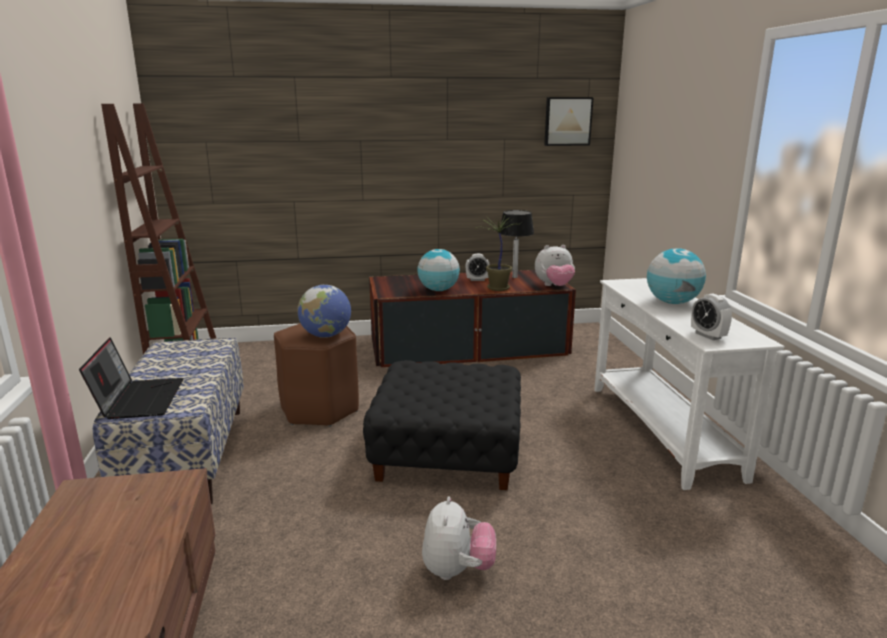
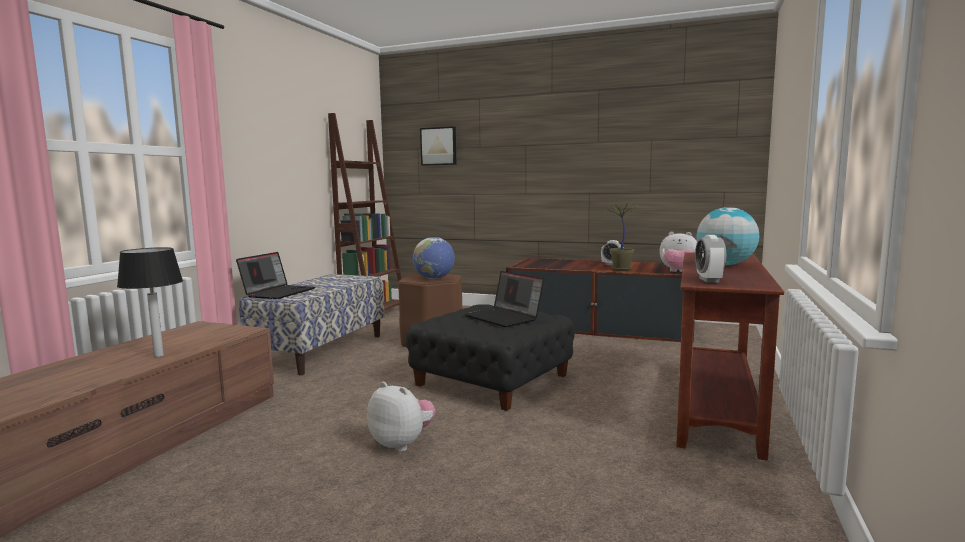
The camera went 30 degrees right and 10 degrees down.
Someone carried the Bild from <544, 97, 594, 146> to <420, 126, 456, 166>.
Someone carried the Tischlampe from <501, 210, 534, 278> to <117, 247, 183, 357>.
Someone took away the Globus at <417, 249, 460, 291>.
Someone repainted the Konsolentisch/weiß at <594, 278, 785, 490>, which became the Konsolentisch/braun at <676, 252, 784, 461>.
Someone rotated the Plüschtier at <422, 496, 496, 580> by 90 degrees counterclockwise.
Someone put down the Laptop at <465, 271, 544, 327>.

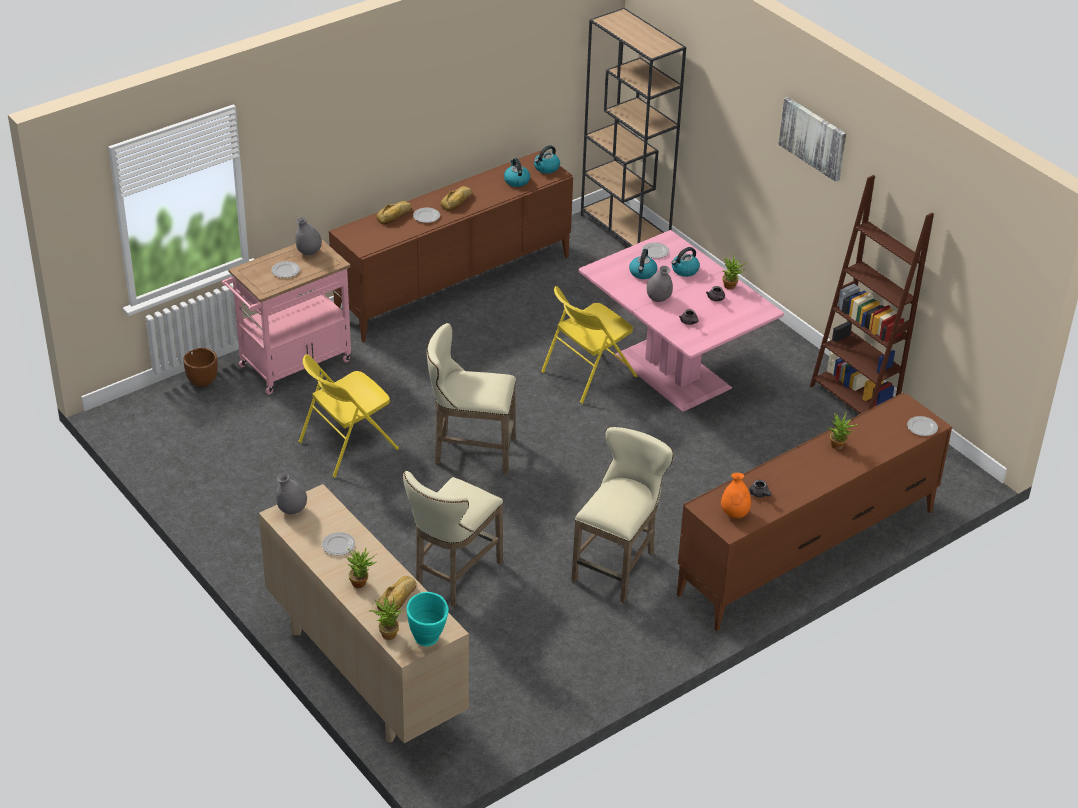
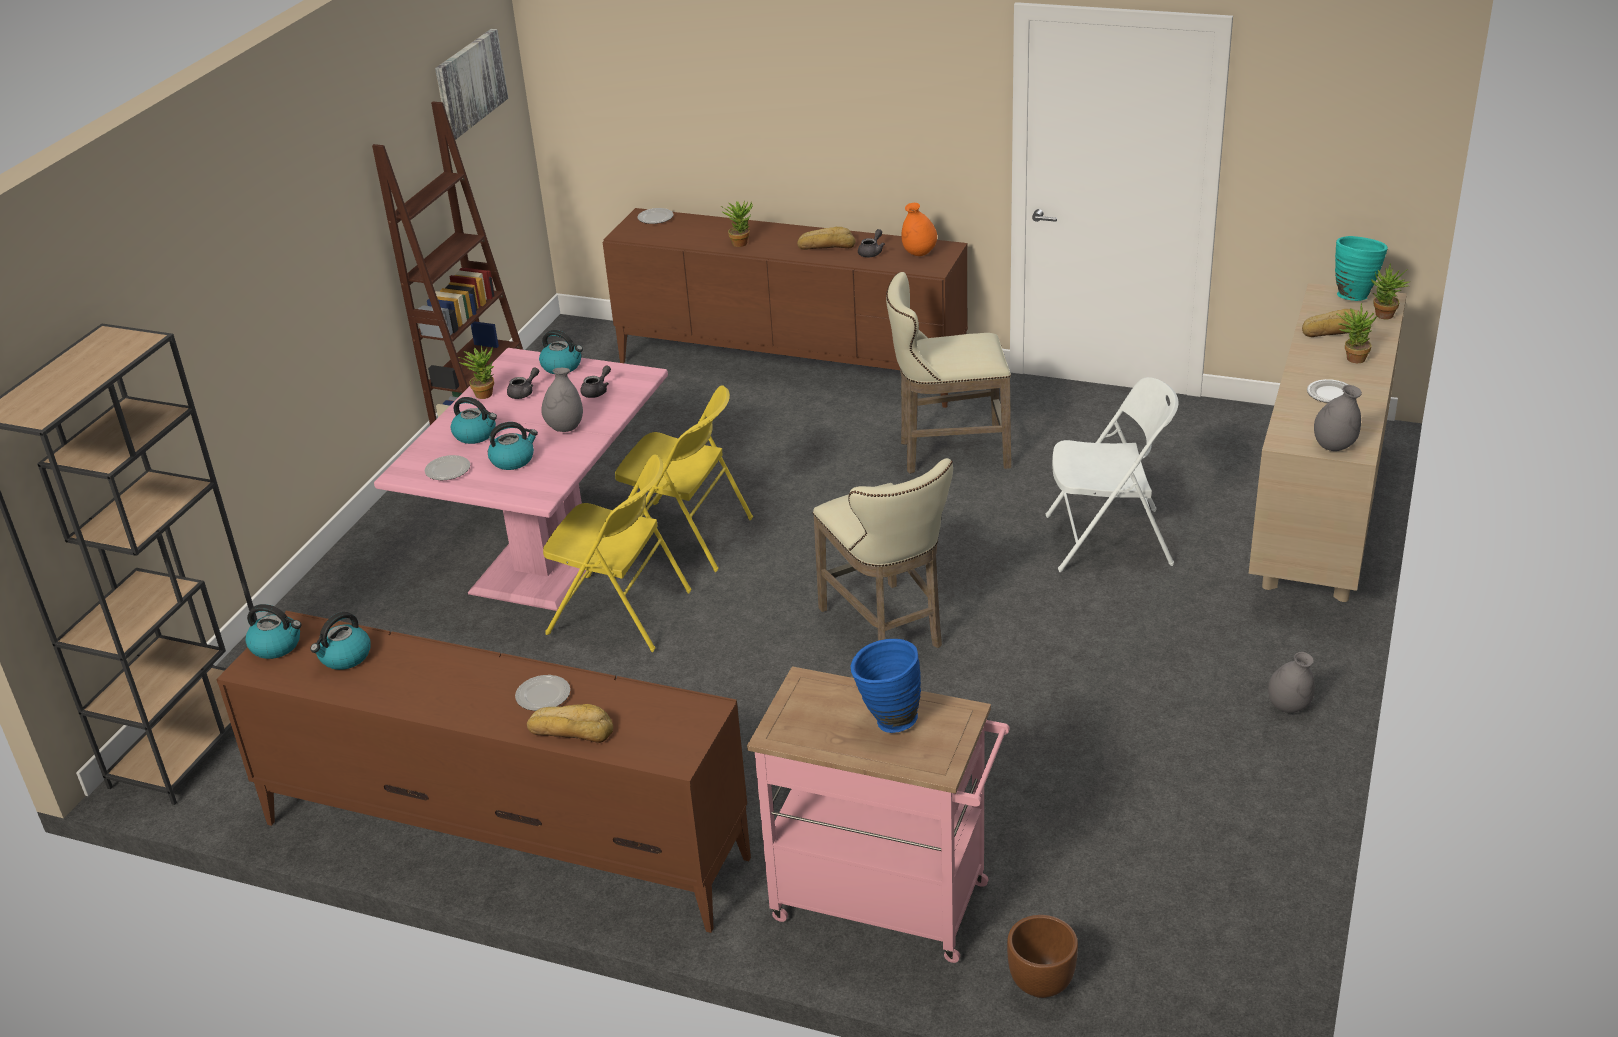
The camera went 120 degrees left and 5 degrees down.
Someone carried the Bild from <778, 97, 846, 182> to <435, 29, 508, 140>.
Someone carried the Brot from <441, 186, 473, 211> to <797, 227, 856, 250>.
Someone carried the Vase/grau from <295, 217, 322, 255> to <1268, 652, 1315, 713>.
Someone swapped the Teller at <271, 261, 300, 278> for the Vase/blau at <851, 639, 921, 733>.
Someone carried the Stuhl/gelb from <299, 354, 399, 478> to <615, 385, 753, 572>.
Someone swapped the Hocker/beige at <403, 471, 504, 606> for the Stuhl/weiß at <1046, 377, 1179, 572>.
Someone put down the Wasserkessel at <539, 330, 583, 374>.

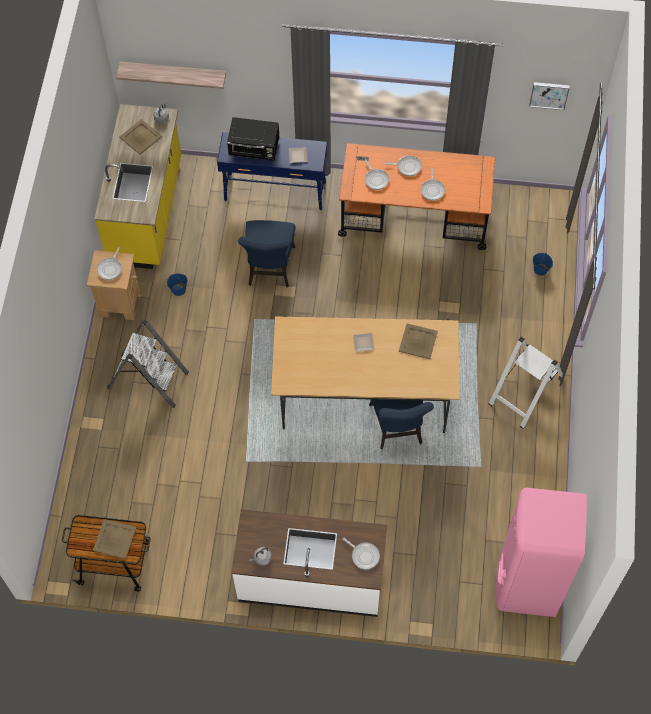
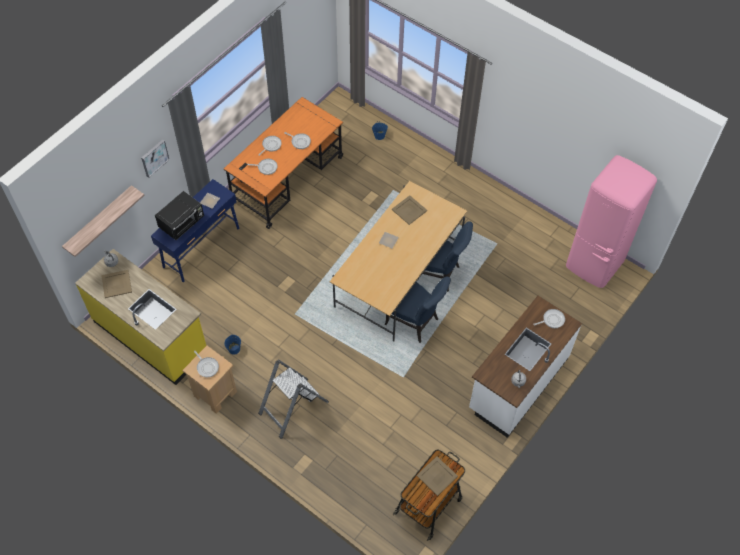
The camera went 60 degrees left and 5 degrees down.
Someone carried the Bild from <529, 82, 570, 110> to <141, 139, 170, 178>.
Someone carried the Stuhl/blau from <238, 220, 295, 288> to <385, 276, 451, 343>.
Someone took away the Trittleiter/weiß at <489, 337, 565, 429>.

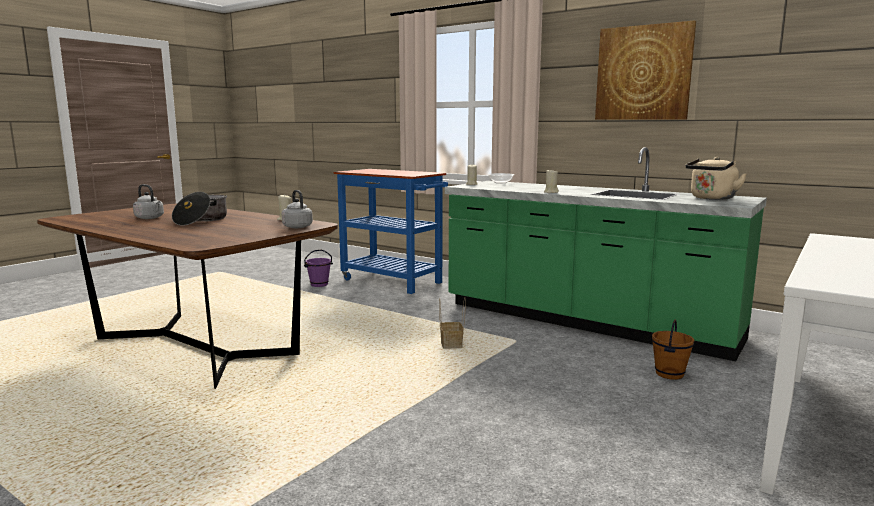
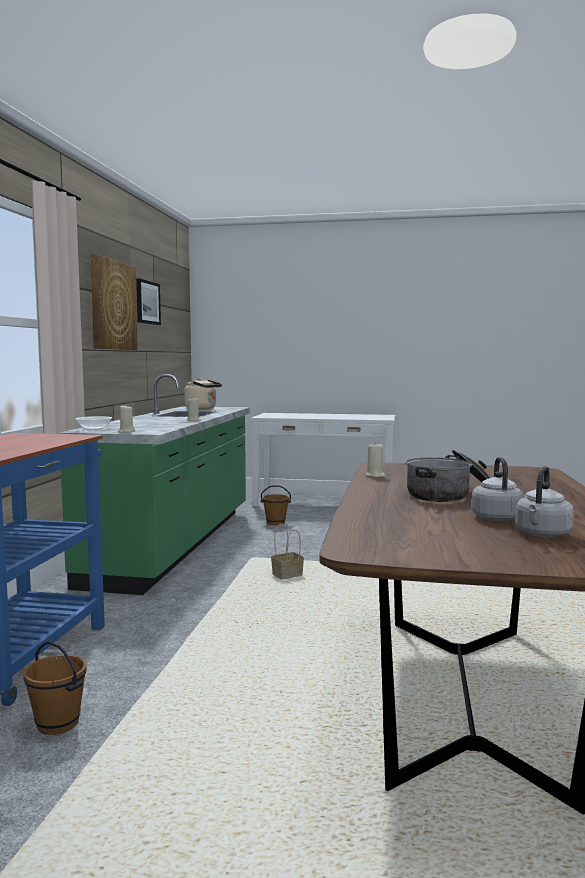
The camera went 115 degrees left and 5 degrees down.
Someone carried the Wasserkessel/grau from <282, 190, 313, 228> to <515, 466, 574, 537>.
Someone repainted the Eimer/lila at <304, 250, 333, 287>, which became the Eimer/braun at <23, 641, 87, 735>.
Someone put up the Bild at <136, 278, 161, 325>.

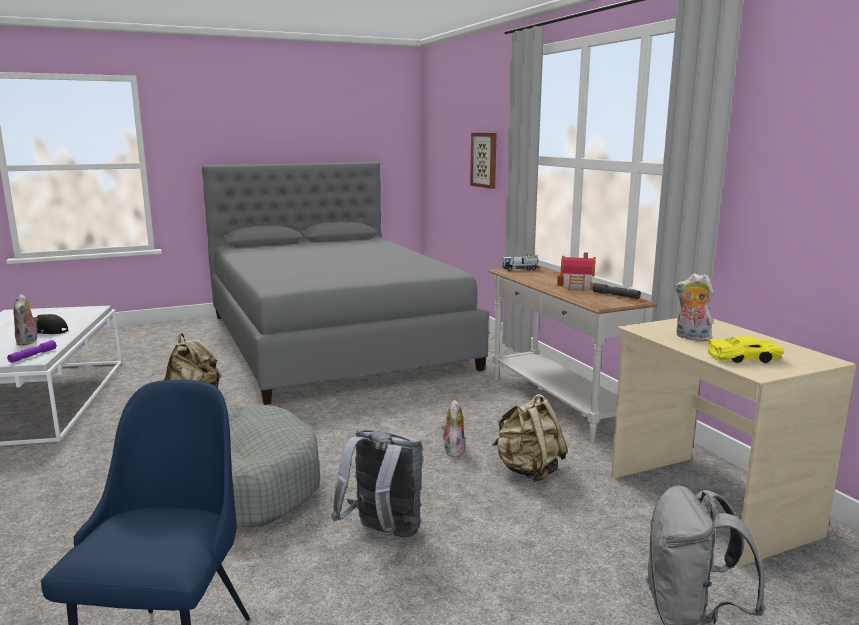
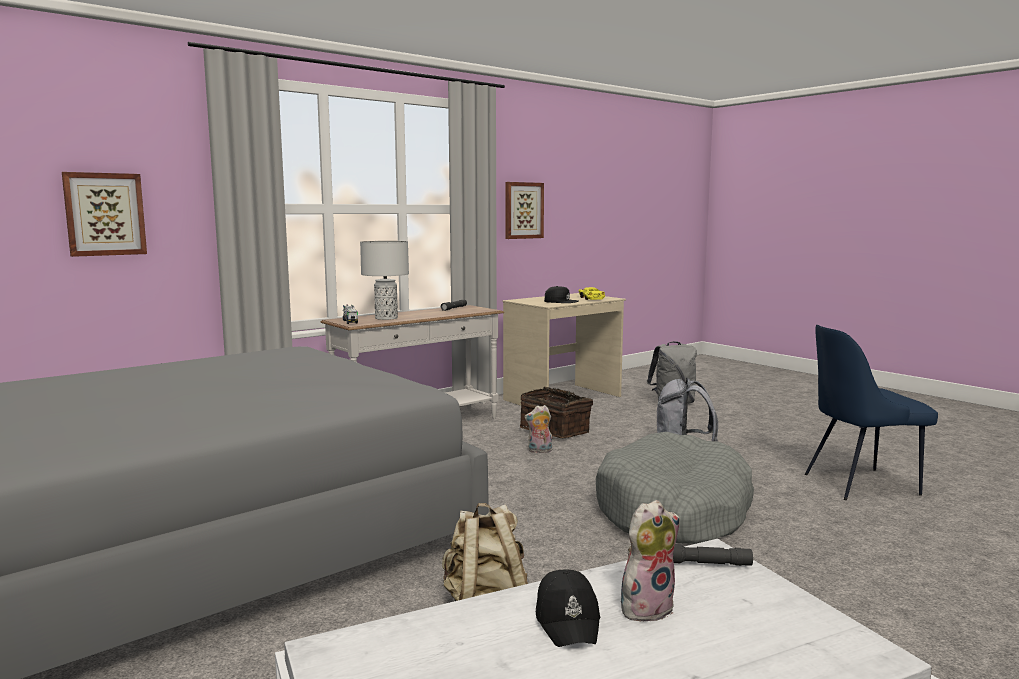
The camera went 105 degrees left and 5 degrees down.
Someone took away the Spielzeughaus at <557, 253, 596, 291>.
Someone swapped the Plüschtier at <675, 273, 714, 341> for the Kappe/schwarz at <544, 286, 579, 303>.
Someone repainted the Taschenlampe/lila at <7, 340, 57, 363>, which became the Taschenlampe/grau at <673, 544, 753, 566>.
Someone swapped the Rucksack/beige at <492, 394, 568, 482> for the Korb at <520, 387, 593, 438>.
Someone put up the Bild at <505, 182, 544, 239>.
Someone put down the Tischlampe/weiß at <360, 241, 409, 320>.

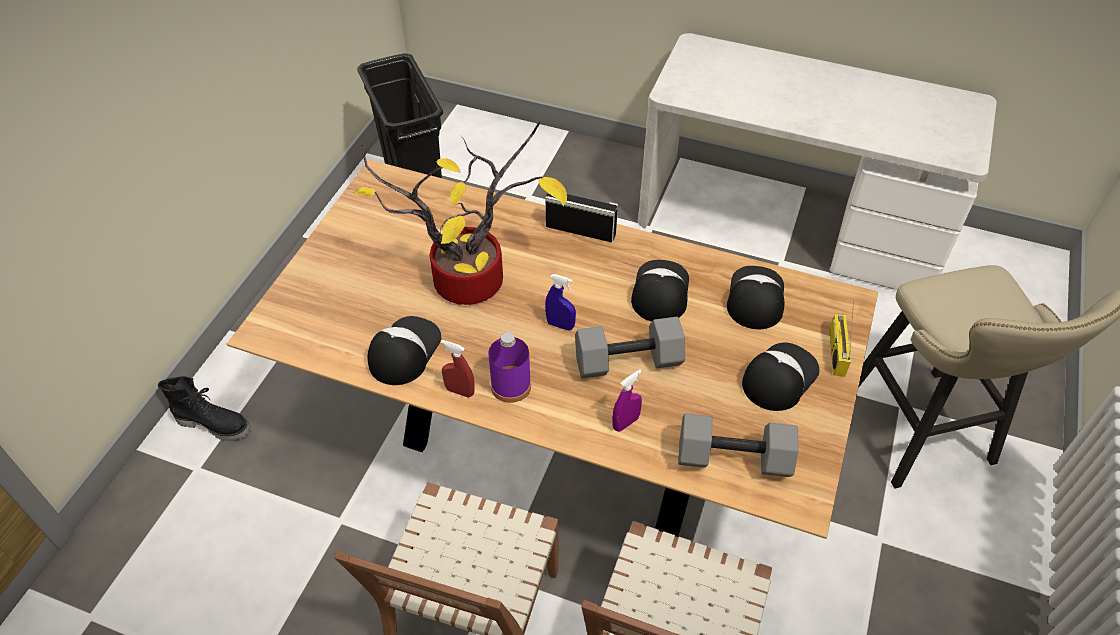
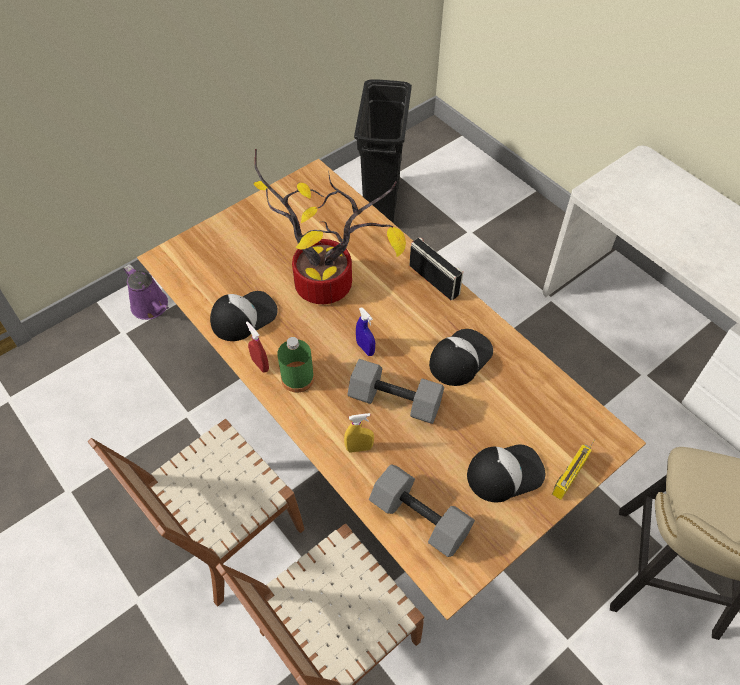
The camera went 30 degrees right and 5 degrees up.
Someone took away the Kappe at <727, 266, 784, 329>.
Someone repainted the Flasche/lila at <488, 332, 531, 403>, which became the Flasche/grün at <277, 337, 315, 393>.
Someone repainted the Sprühflasche/lila at <612, 369, 642, 432>, which became the Sprühflasche/gelb at <344, 413, 374, 453>.
Someone swapped the Stiefel/schwarz at <158, 376, 251, 441> for the Gießkanne/lila at <123, 264, 169, 320>.

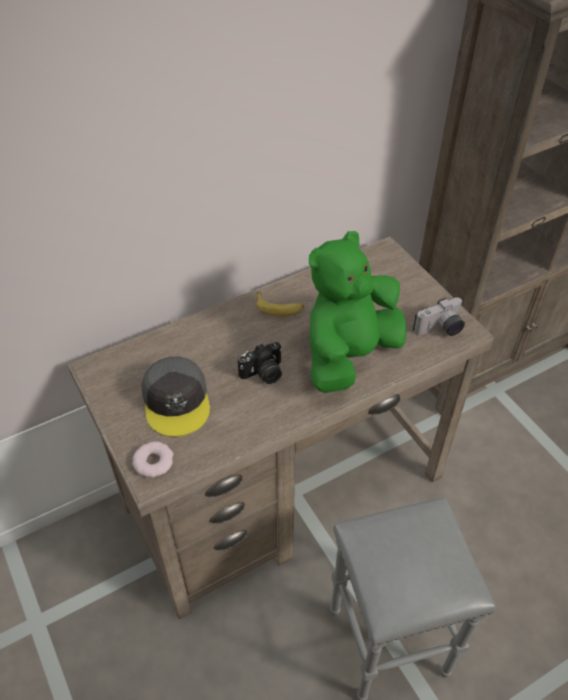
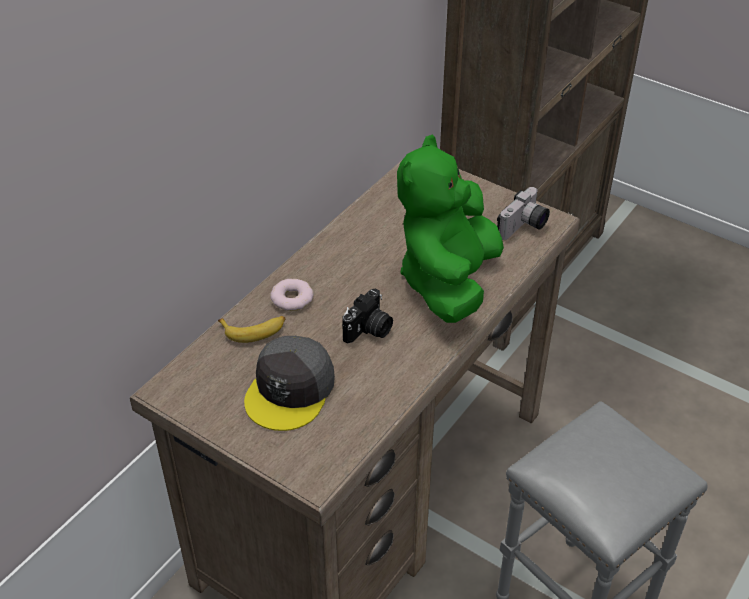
The camera went 25 degrees left and 5 degrees down.
Someone carried the Banane from <256, 292, 304, 316> to <218, 316, 285, 343>.
Someone rotated the Kappe/grau at <141, 356, 210, 437> by 60 degrees clockwise.
Someone carried the Donut from <132, 441, 173, 478> to <270, 279, 314, 311>.

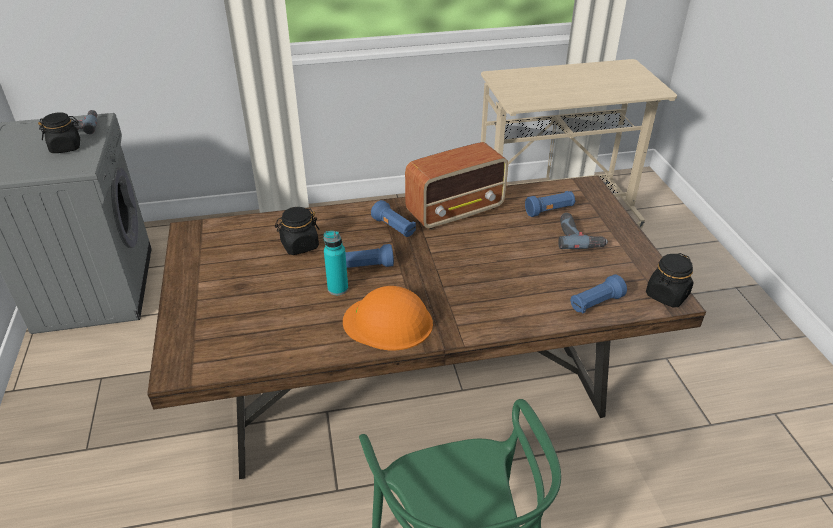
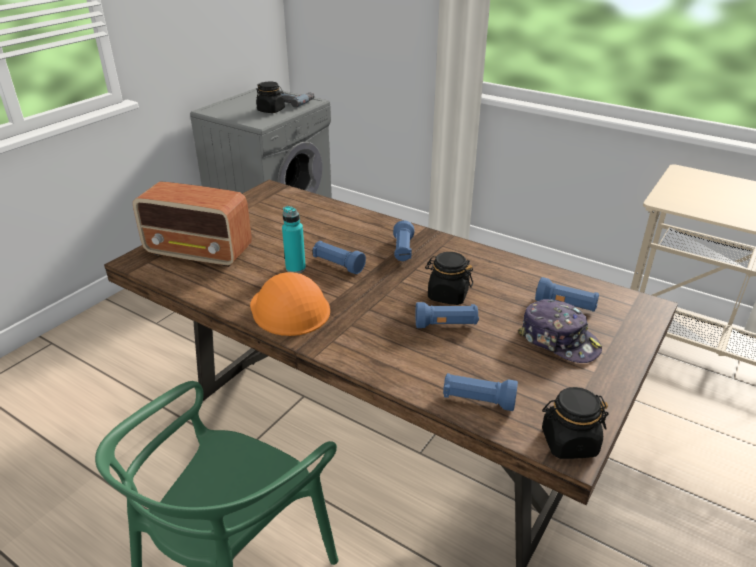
The camera went 45 degrees right and 5 degrees down.
Someone carried the Radio from <405, 142, 508, 229> to <133, 181, 252, 267>.
Someone carried the Vorratsglas/schwarz from <275, 207, 320, 255> to <425, 252, 473, 305>.
Someone swapped the Bohrmaschine at <558, 213, 608, 249> for the Kappe at <518, 299, 602, 363>.
Someone put down the Taschenlampe/blau at <416, 302, 479, 328>.

